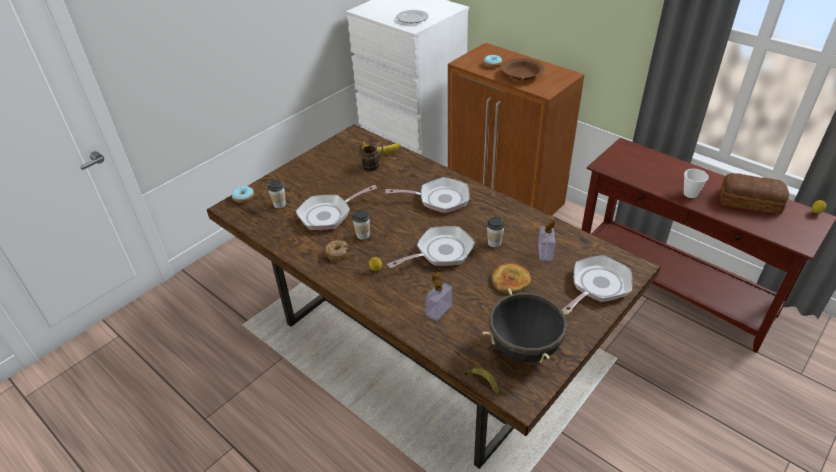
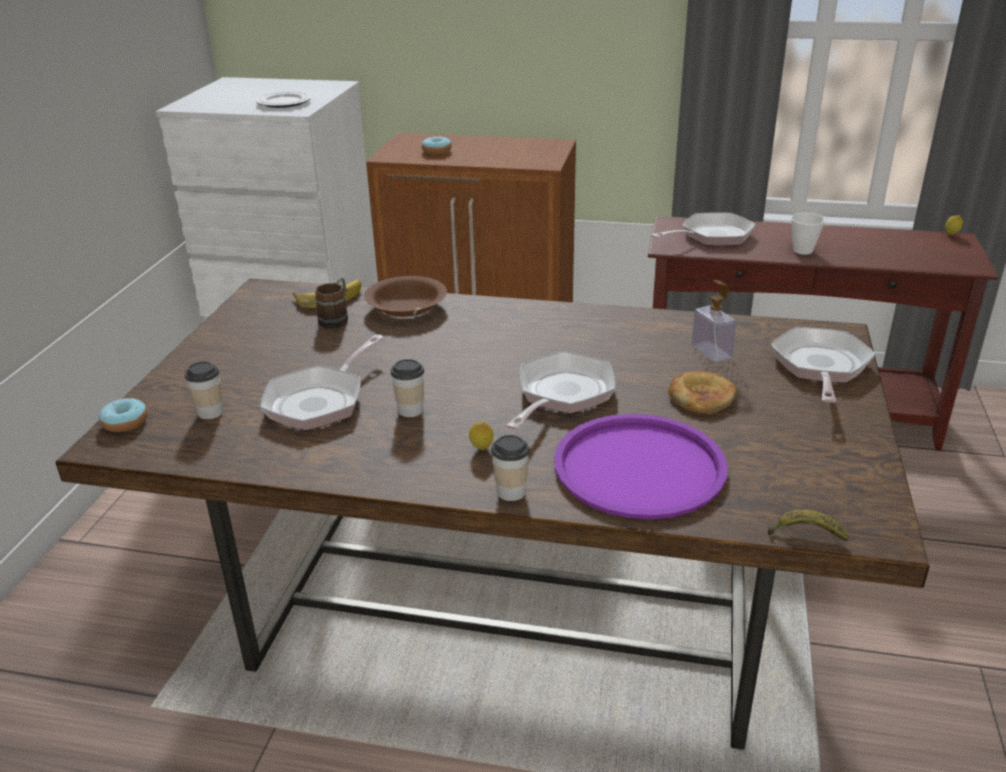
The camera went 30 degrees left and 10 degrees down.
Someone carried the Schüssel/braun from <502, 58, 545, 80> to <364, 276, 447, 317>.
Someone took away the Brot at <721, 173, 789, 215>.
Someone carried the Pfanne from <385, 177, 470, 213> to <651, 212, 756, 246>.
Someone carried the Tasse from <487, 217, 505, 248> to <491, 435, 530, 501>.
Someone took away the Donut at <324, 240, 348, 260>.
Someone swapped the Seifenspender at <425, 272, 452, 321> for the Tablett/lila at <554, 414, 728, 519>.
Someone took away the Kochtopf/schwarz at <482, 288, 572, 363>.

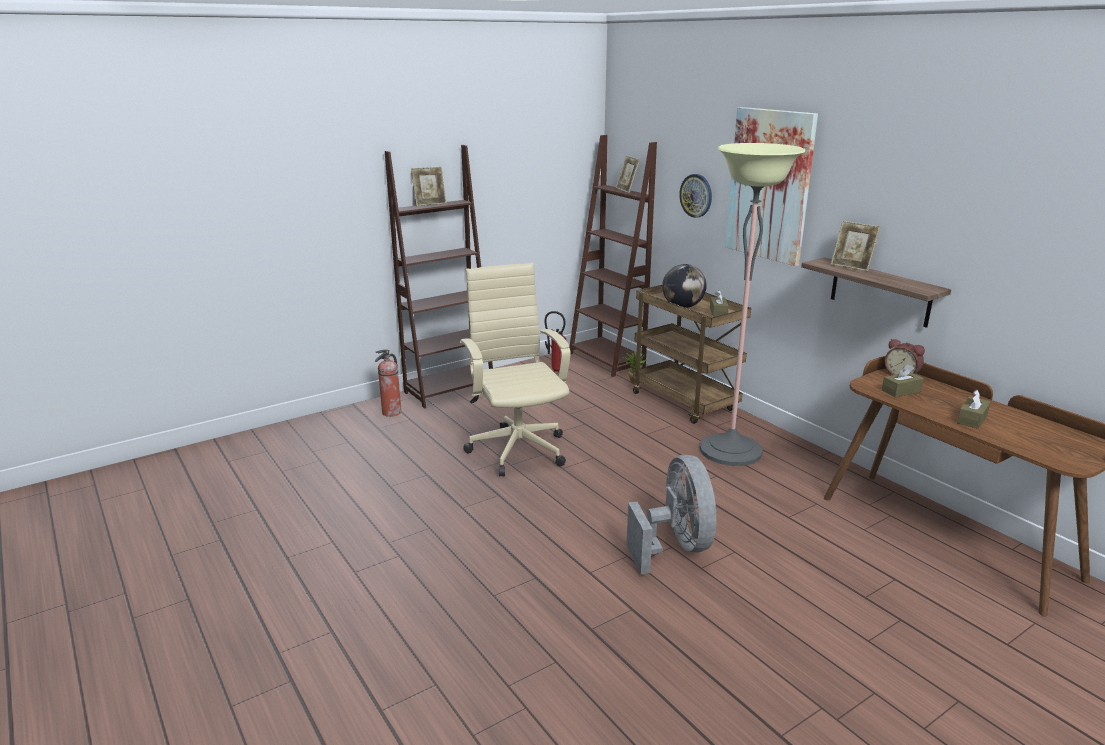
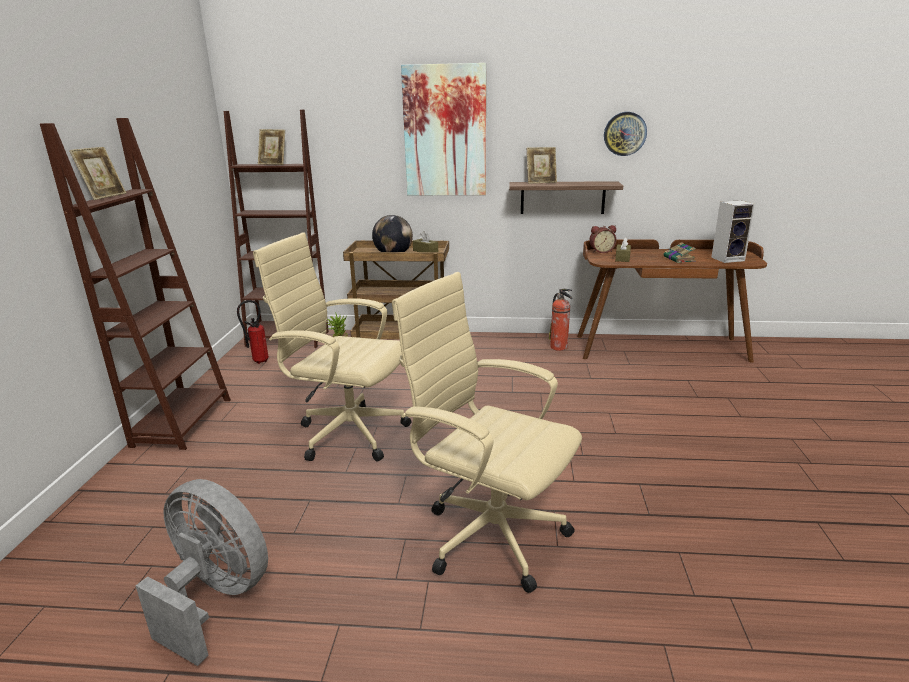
The camera went 50 degrees left and 0 degrees up.
Someone took away the Stehlampe at <699, 143, 806, 466>.
Someone carried the Wanduhr from <679, 174, 712, 218> to <604, 112, 647, 156>.
Someone carried the Feuerlöscher from <375, 349, 401, 417> to <549, 289, 573, 351>.
Someone swapped the Taschentuchbox/braun at <957, 390, 990, 429> for the Buch at <663, 242, 696, 263>.
Someone carried the Ventilator/grau from <626, 455, 717, 574> to <136, 479, 268, 666>.
Someone put down the Lautsprecher at <711, 200, 755, 263>.
Someone put down the Bürostuhl/beige at <392, 272, 582, 593>.

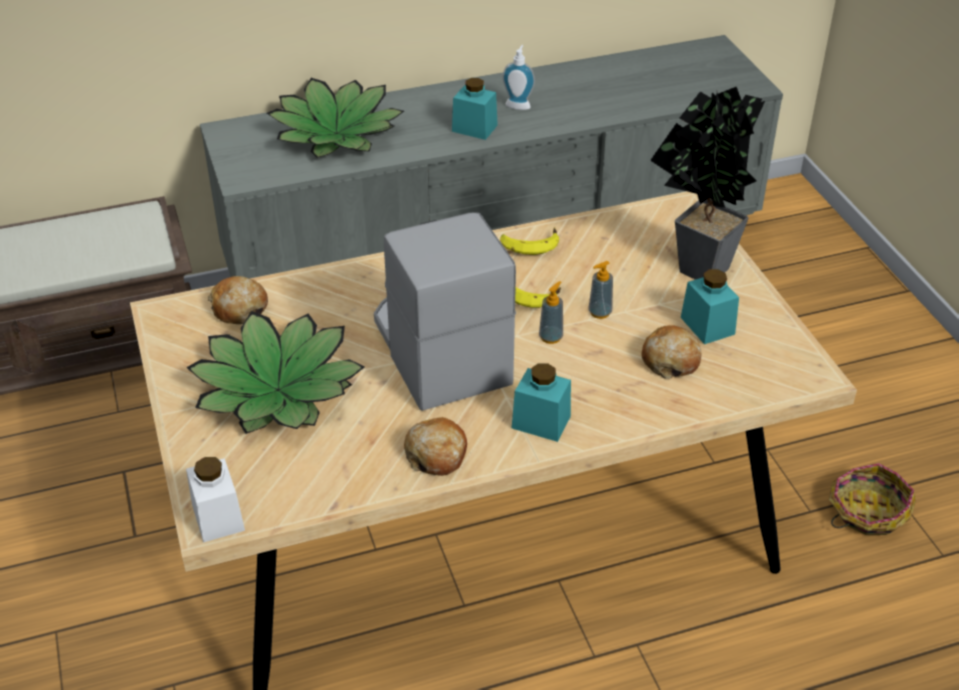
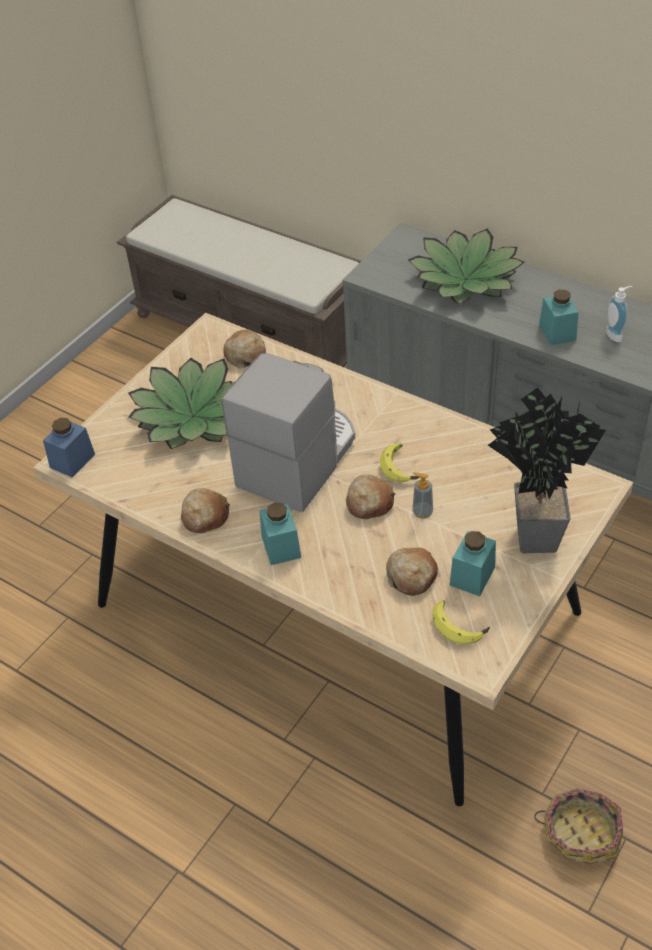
The camera went 55 degrees right and 5 degrees up.
Someone carried the Banane from <500, 228, 559, 255> to <432, 600, 490, 645>.
Someone swapped the Seifenspender at <539, 281, 563, 344> for the Brot at <345, 474, 395, 519>.
Someone repainted the Vorratsglas/weiß at <186, 457, 245, 543>, which became the Vorratsglas/blau at <43, 418, 95, 477>.

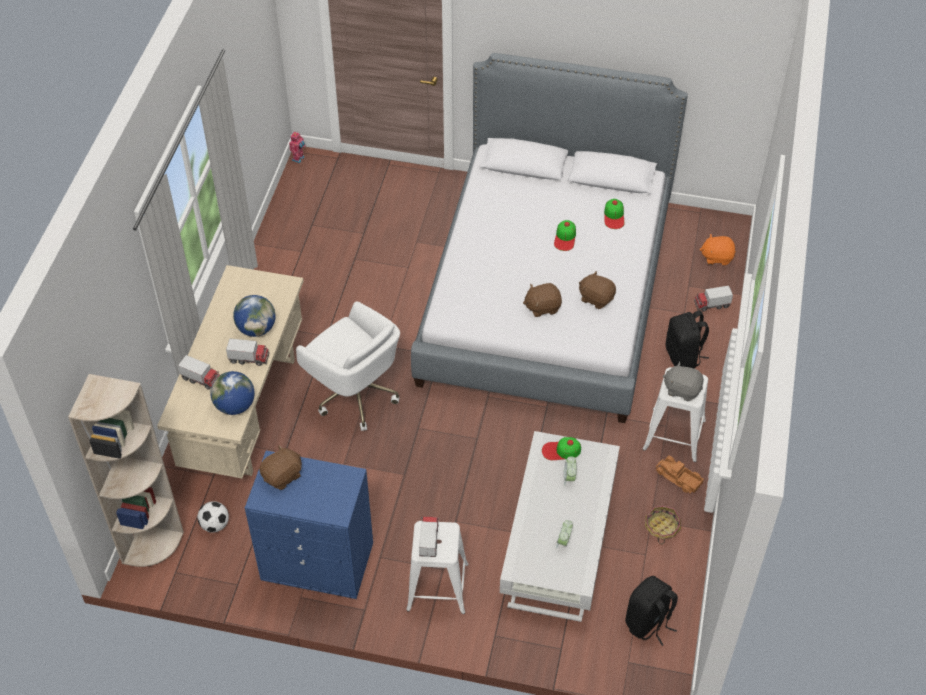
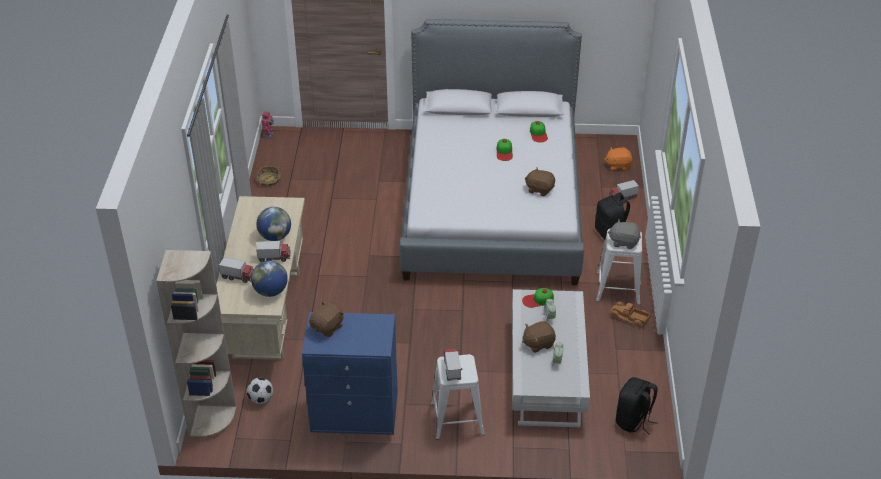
The camera went 10 degrees left and 10 degrees down.
Someone carried the Plüschtier/braun from <523, 283, 562, 317> to <522, 321, 556, 353>.
Someone took away the Bürostuhl/weiß at <296, 301, 400, 431>.
Someone carried the Korb from <645, 506, 681, 544> to <256, 166, 281, 188>.

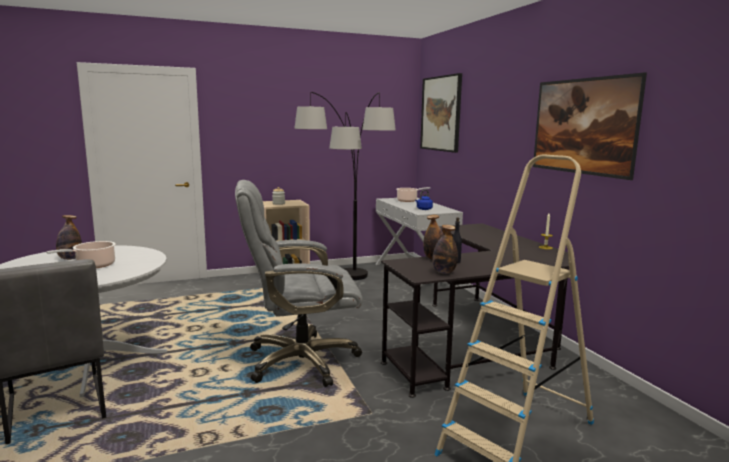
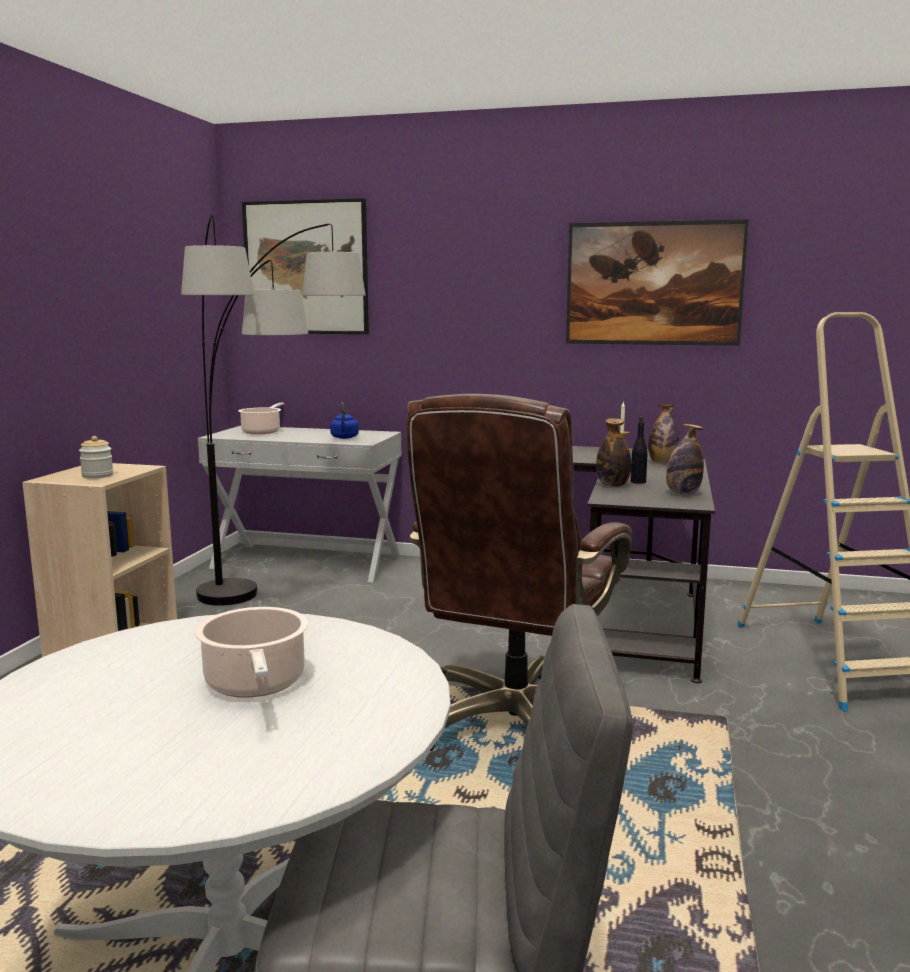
The camera went 55 degrees left and 0 degrees up.
Someone repainted the Bürostuhl/grau at <235, 180, 363, 387>, which became the Bürostuhl/braun at <406, 394, 632, 751>.
Someone carried the Flasche from <56, 215, 82, 260> to <648, 404, 679, 463>.

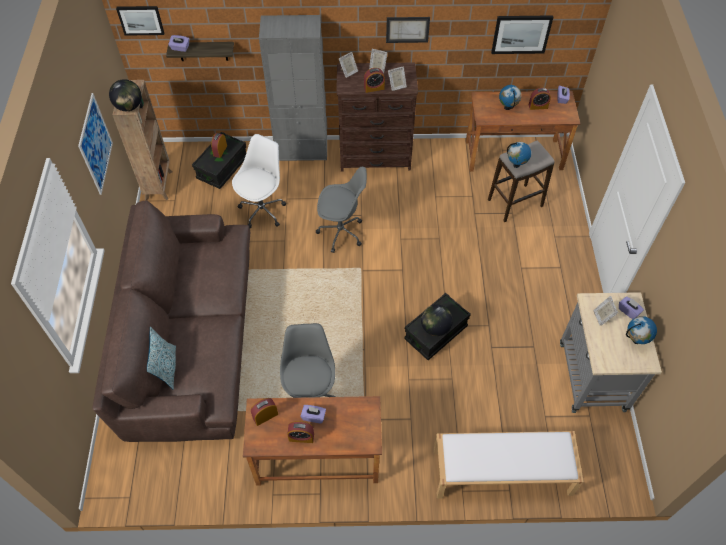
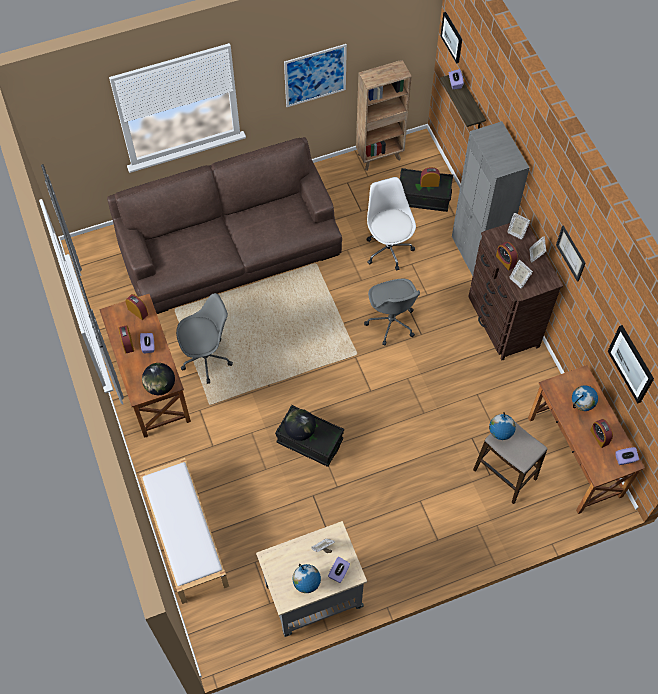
The camera went 70 degrees right and 5 degrees up.
Someone carried the Globus from <109, 79, 142, 111> to <142, 363, 175, 395>.
Someone rotated the Bürostuhl/weiß at <232, 134, 286, 228> by 120 degrees counterclockwise.
Someone took away the Kissen at <147, 327, 176, 390>.

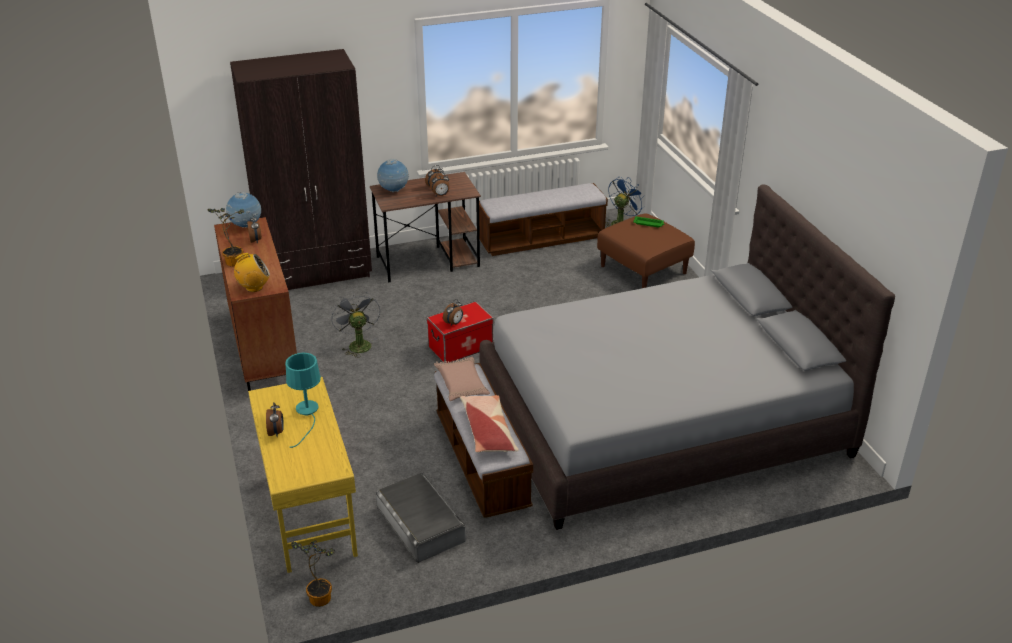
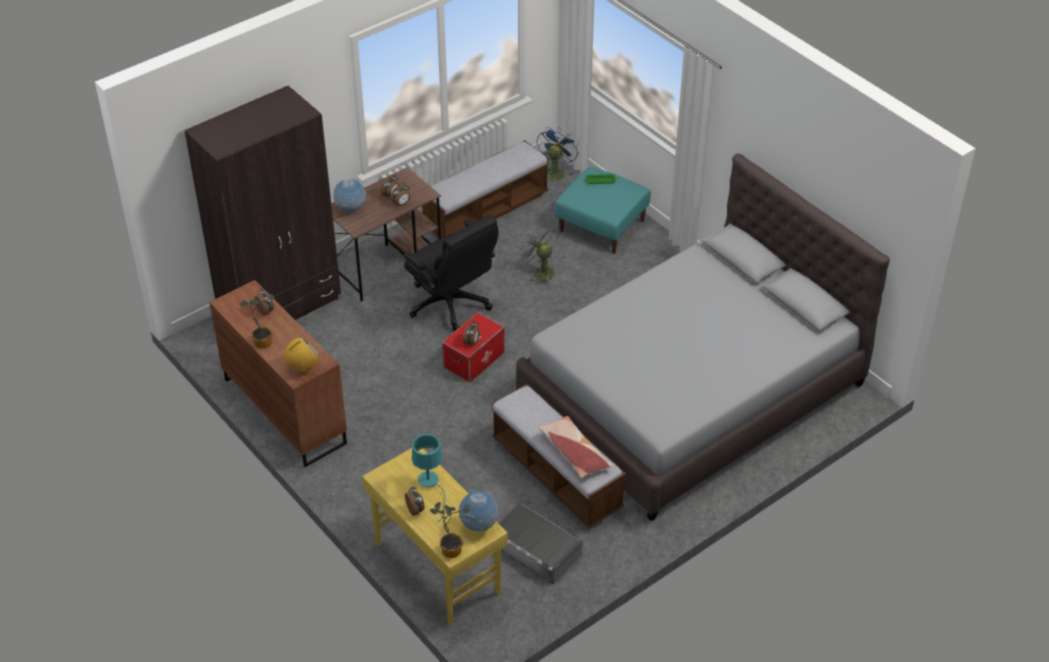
The camera went 20 degrees left and 10 degrees up.
Someone carried the Globus from <226, 192, 261, 228> to <459, 491, 499, 531>.
Someone repainted the Polsterhocker/braun at <597, 213, 695, 288>, which became the Polsterhocker/türkis at <555, 167, 651, 254>.
Someone carried the Ventilator/grau from <331, 291, 381, 358> to <518, 224, 559, 285>.
Someone took away the Kissen/beige at <434, 357, 490, 401>.
Someone carried the Topfpflanze from <291, 540, 335, 607> to <430, 502, 470, 558>.
Someone put down the Bürostuhl/schwarz at <404, 216, 498, 331>.

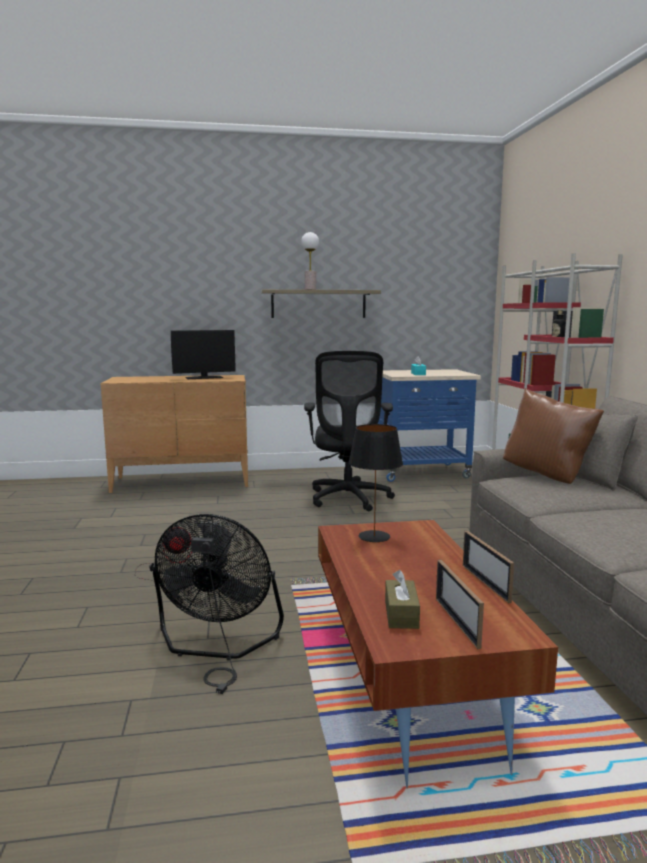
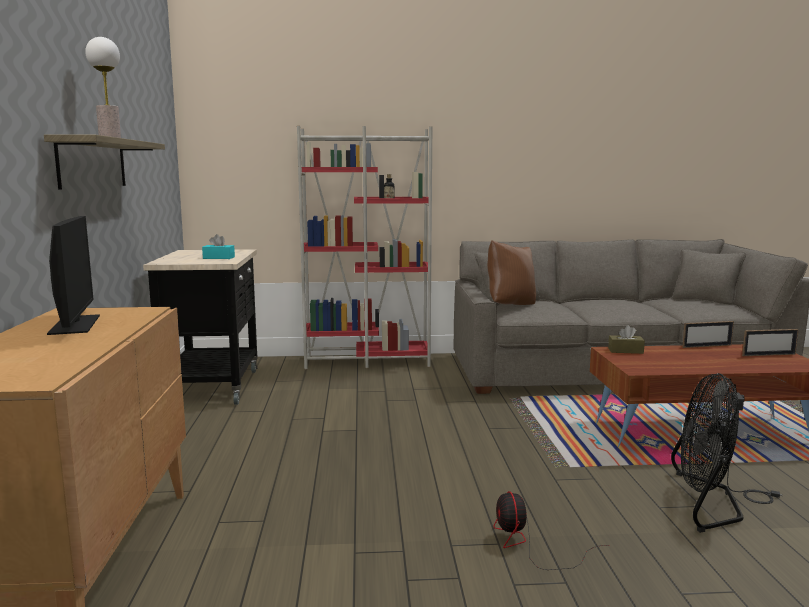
The camera went 85 degrees left and 0 degrees up.
Someone took away the Bürostuhl/schwarz at <304, 351, 395, 511>.
Someone repainted the Rollwagen/blau at <378, 369, 481, 482>, which became the Rollwagen/schwarz at <143, 249, 258, 405>.
Someone took away the Tischlampe/schwarz at <348, 424, 403, 542>.
Someone carried the Taschentuchbox/braun from <385, 570, 420, 629> to <608, 325, 645, 354>.

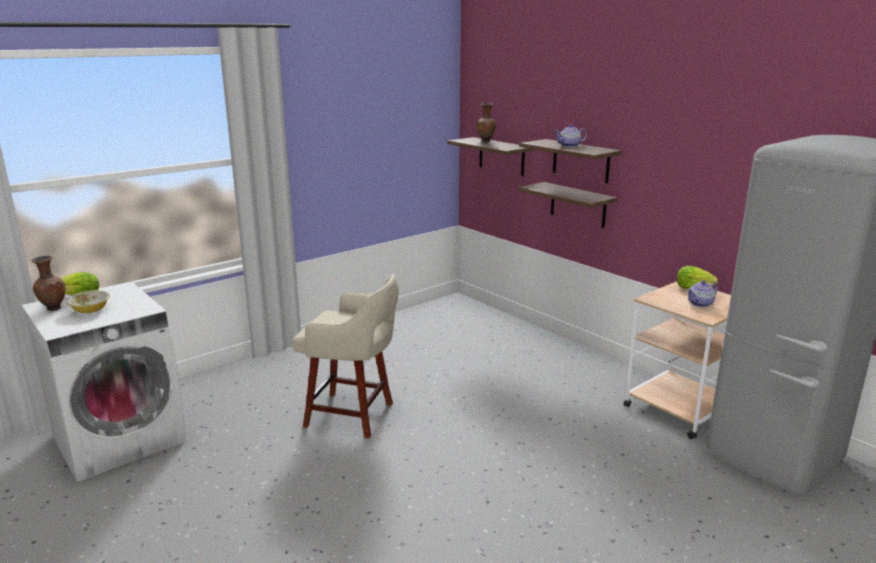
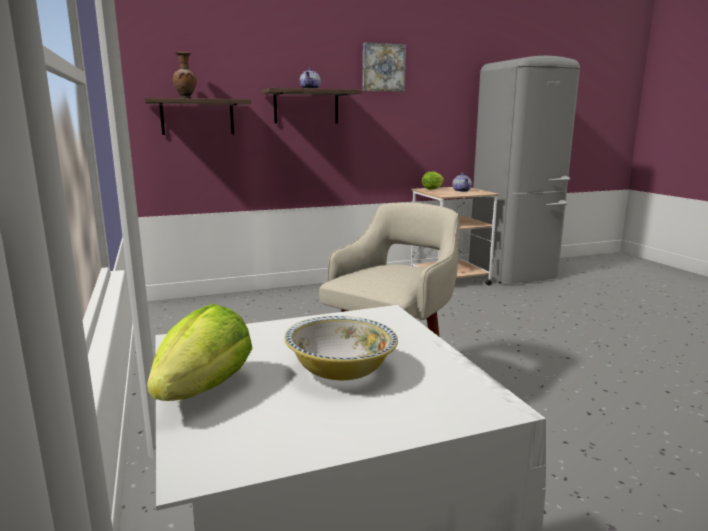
The camera went 70 degrees left and 5 degrees down.
Someone took away the Wandregal at <518, 182, 618, 228>.
Someone took away the Vase/braun at <31, 255, 66, 311>.
Someone put up the Bild at <363, 43, 406, 92>.

